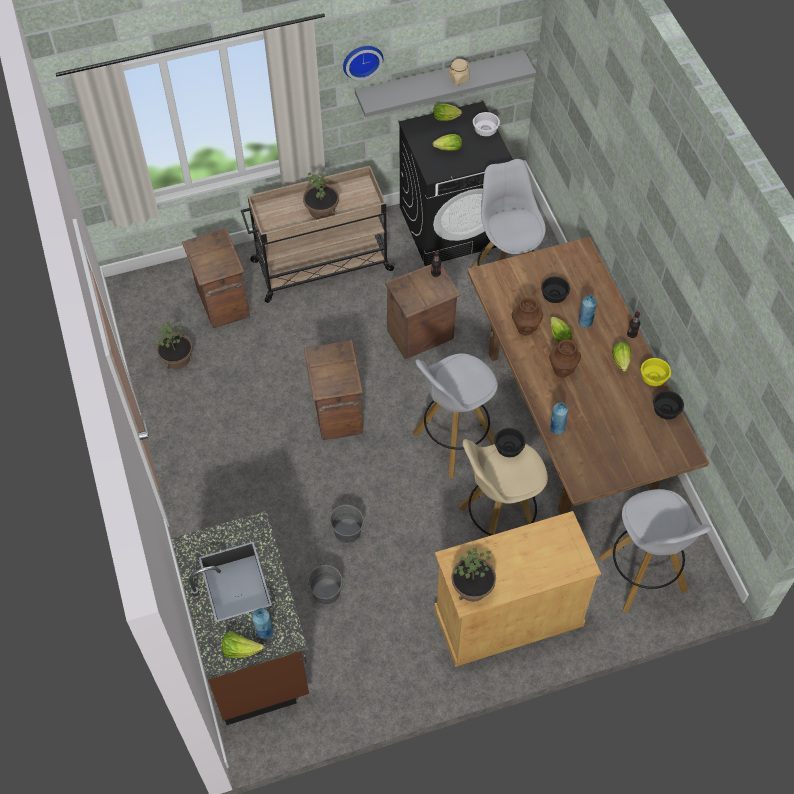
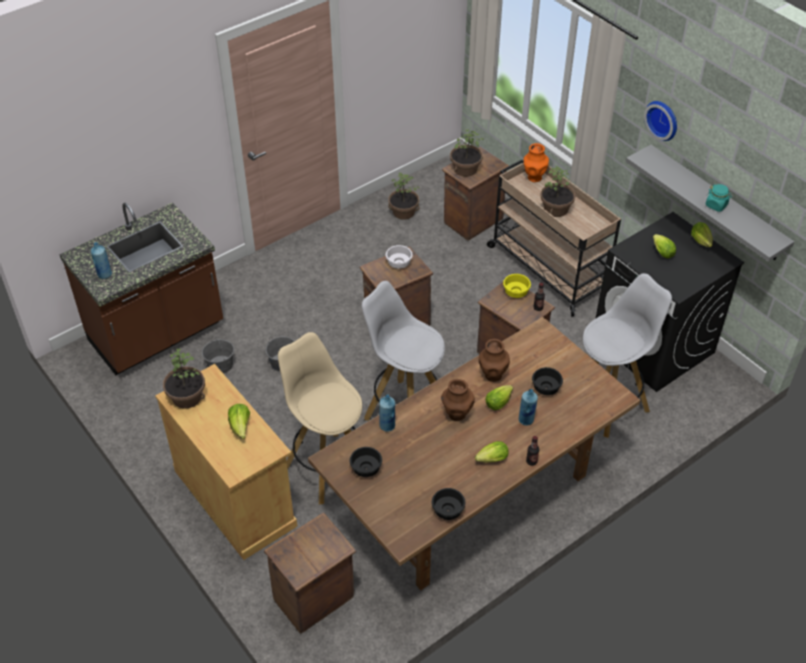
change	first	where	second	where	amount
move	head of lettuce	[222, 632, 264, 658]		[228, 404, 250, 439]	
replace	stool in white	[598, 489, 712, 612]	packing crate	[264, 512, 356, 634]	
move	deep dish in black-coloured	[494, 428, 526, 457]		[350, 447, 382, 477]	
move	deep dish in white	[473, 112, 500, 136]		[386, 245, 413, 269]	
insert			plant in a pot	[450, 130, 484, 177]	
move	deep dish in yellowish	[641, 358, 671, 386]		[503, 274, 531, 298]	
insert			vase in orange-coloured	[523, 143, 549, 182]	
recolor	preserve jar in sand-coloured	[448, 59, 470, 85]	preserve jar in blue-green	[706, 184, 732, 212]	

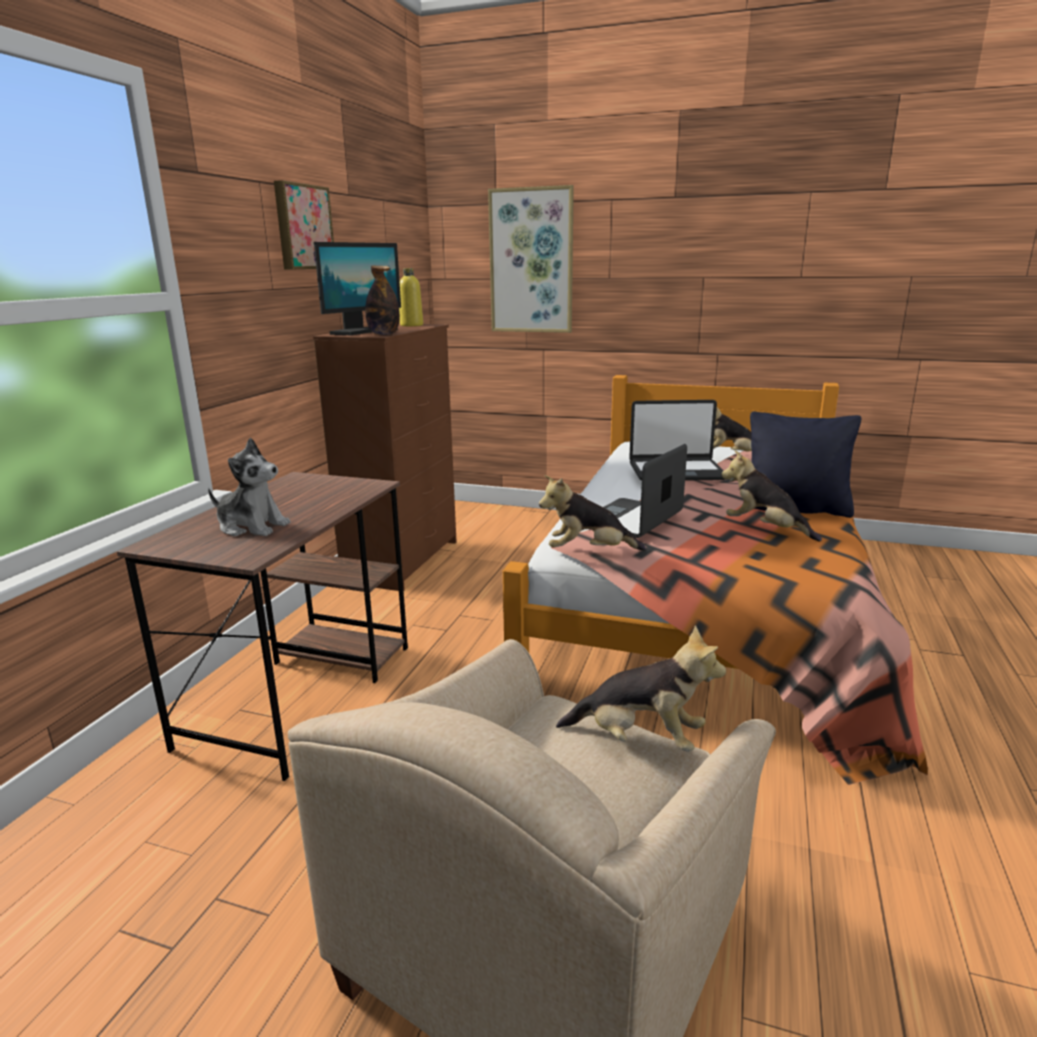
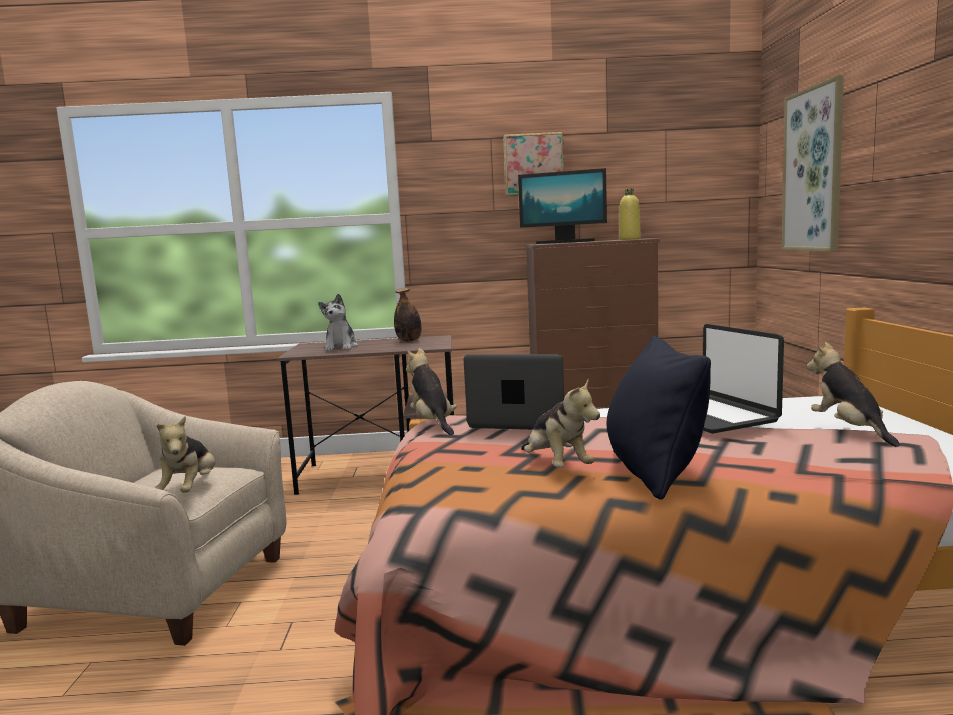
change	first	where	second	where	amount
move	bottle	[365, 266, 400, 335]		[394, 288, 422, 342]	
rotate	soft toy	[721, 450, 822, 542]		[521, 379, 600, 467]	135 degrees clockwise

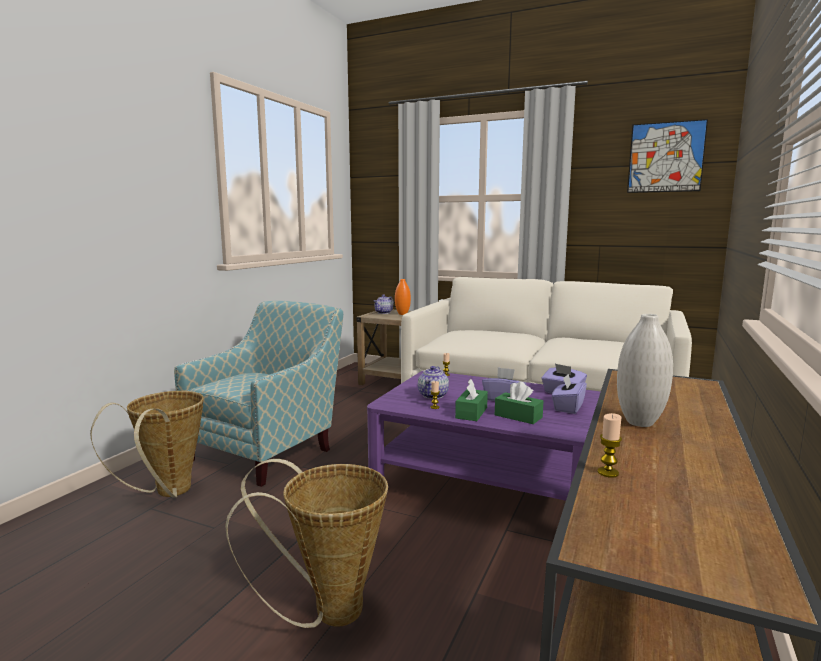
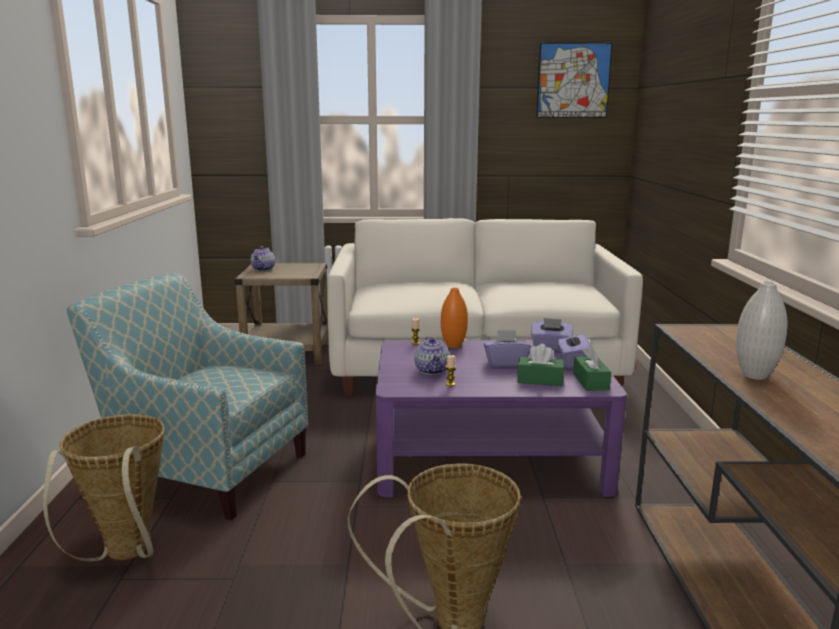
change	first	where	second	where	amount
rotate	lounge chair	[174, 301, 343, 487]		[67, 273, 308, 520]	75 degrees counterclockwise
move	vase in orange-coloured	[395, 279, 411, 315]		[441, 288, 468, 348]	
move	tissue box in greenish	[455, 379, 488, 421]		[573, 346, 611, 391]	
delete	wax light	[597, 413, 622, 478]			

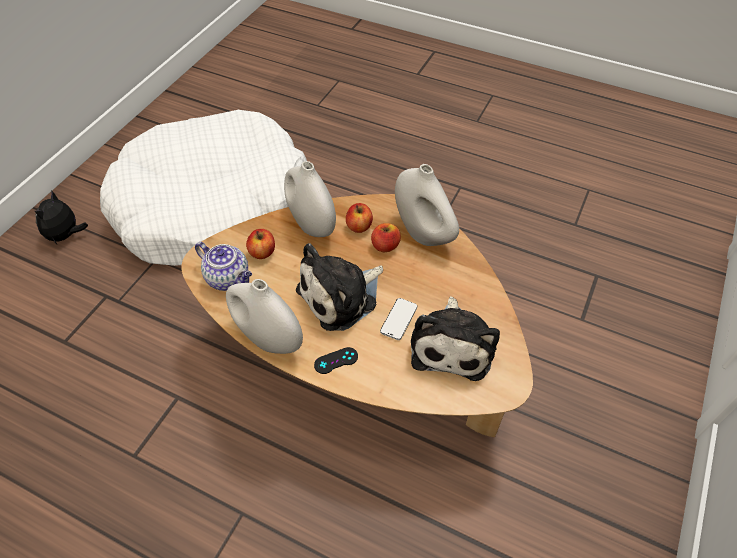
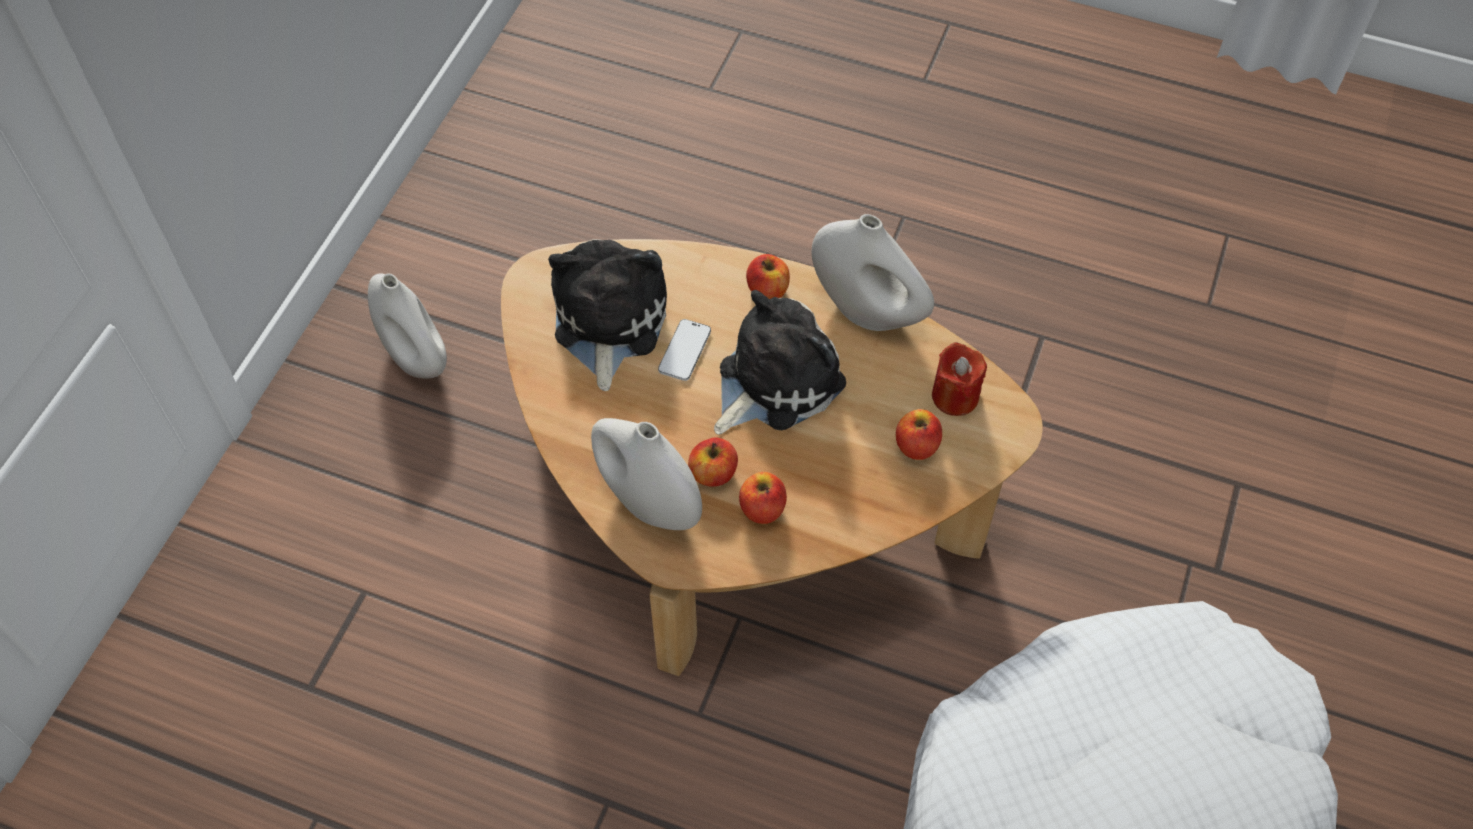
change	first	where	second	where	amount
move	vase in white	[284, 161, 336, 237]		[368, 273, 447, 379]	
replace	game controller in black-coloured	[314, 347, 358, 374]	whole apple	[746, 254, 790, 299]	
replace	tea pot	[195, 242, 252, 291]	wax light in reddish	[932, 342, 987, 416]	
delete	soft toy	[35, 191, 88, 244]			

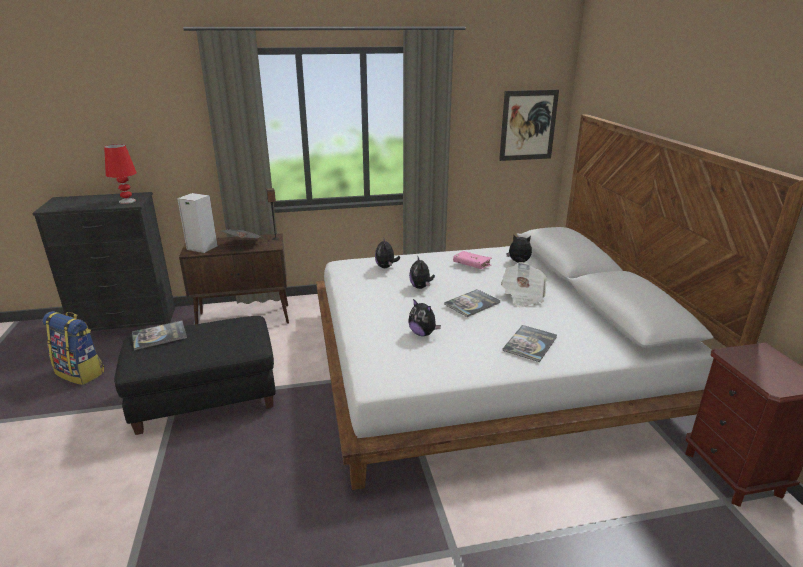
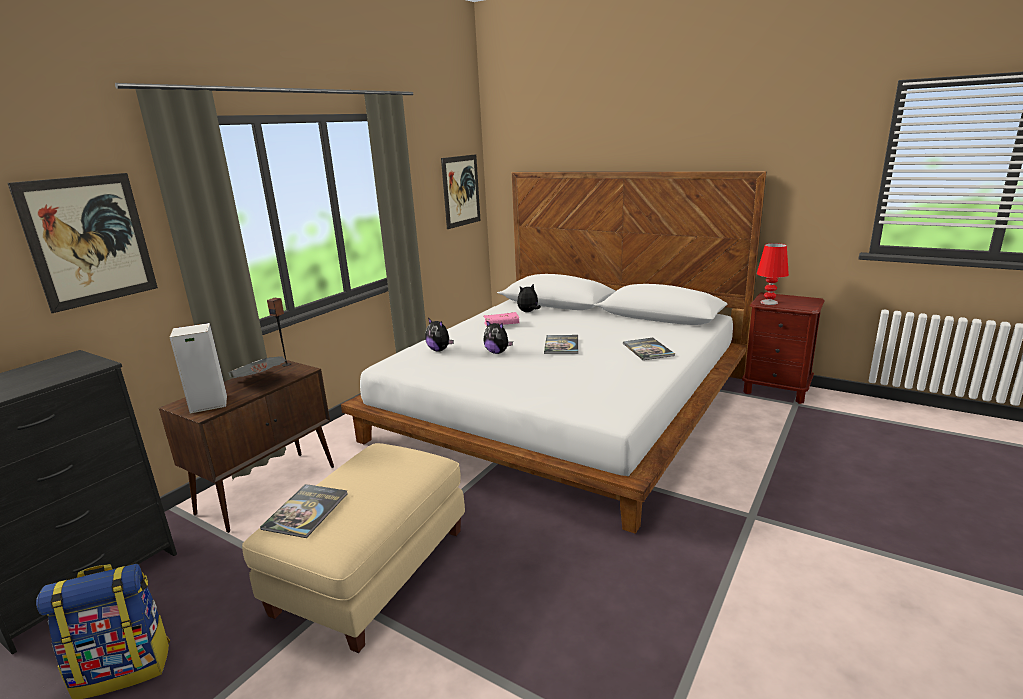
change	first	where	second	where	amount
insert			picture	[8, 173, 158, 313]	
recolor	ottoman in black-coloured	[114, 316, 276, 435]	ottoman in sand-coloured	[242, 443, 465, 653]	
move	lamp for a table in reddish	[104, 144, 137, 204]		[757, 243, 789, 305]	
delete	soft toy	[408, 299, 441, 336]			
delete	newspaper	[501, 262, 547, 307]			

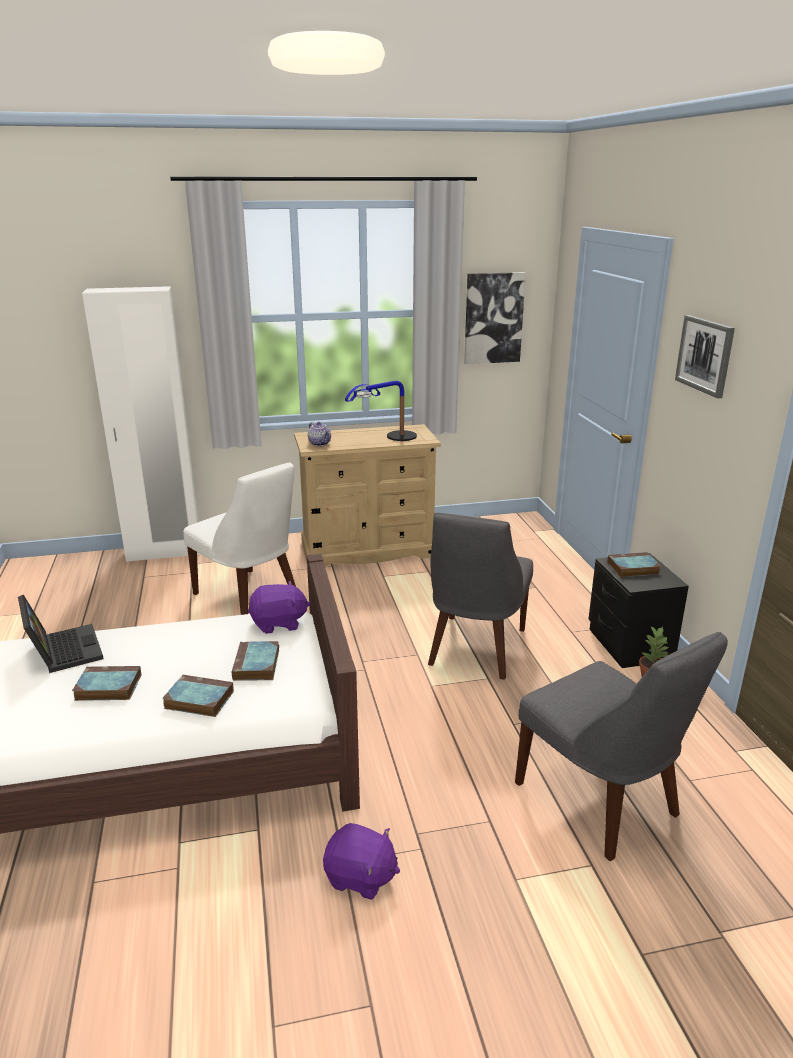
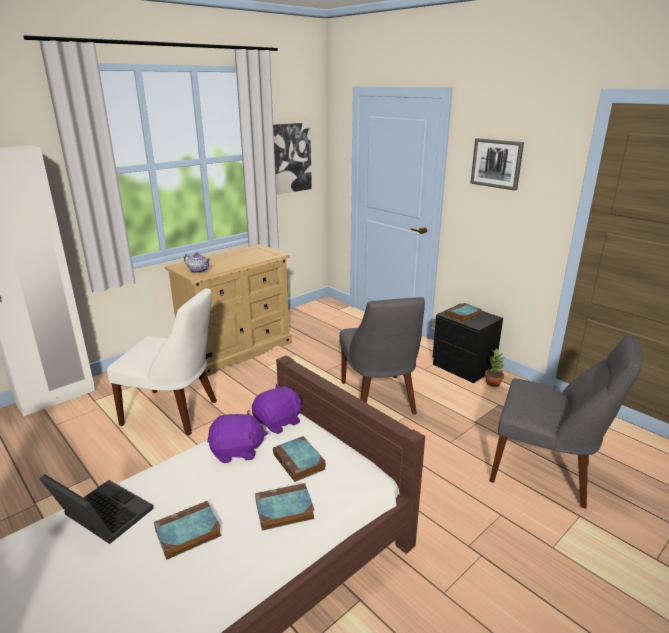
change	first	where	second	where	amount
move	soft toy in purple	[323, 823, 400, 900]		[207, 410, 267, 463]	
delete	lamp for a table	[345, 381, 417, 441]			

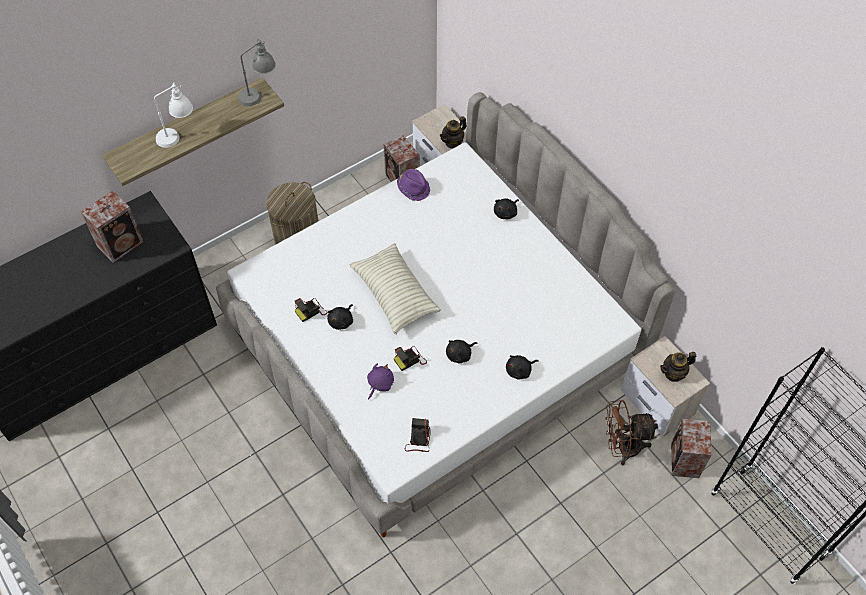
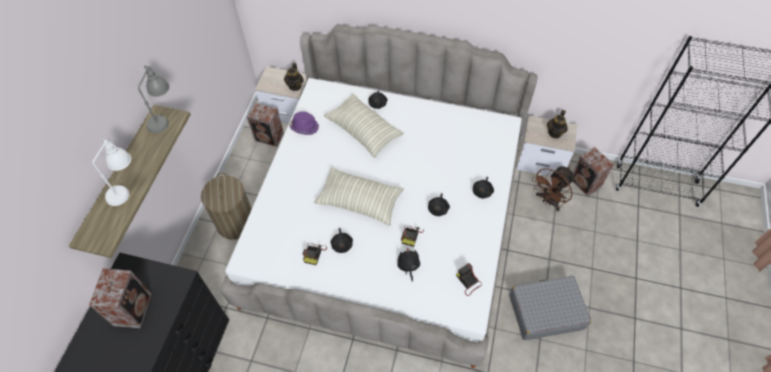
change	first	where	second	where	amount
insert			cushion	[324, 94, 403, 158]	
recolor	soft toy in purple	[367, 363, 394, 400]	soft toy in black-coloured	[397, 248, 420, 282]	
insert			travel case in grey	[509, 276, 591, 340]	

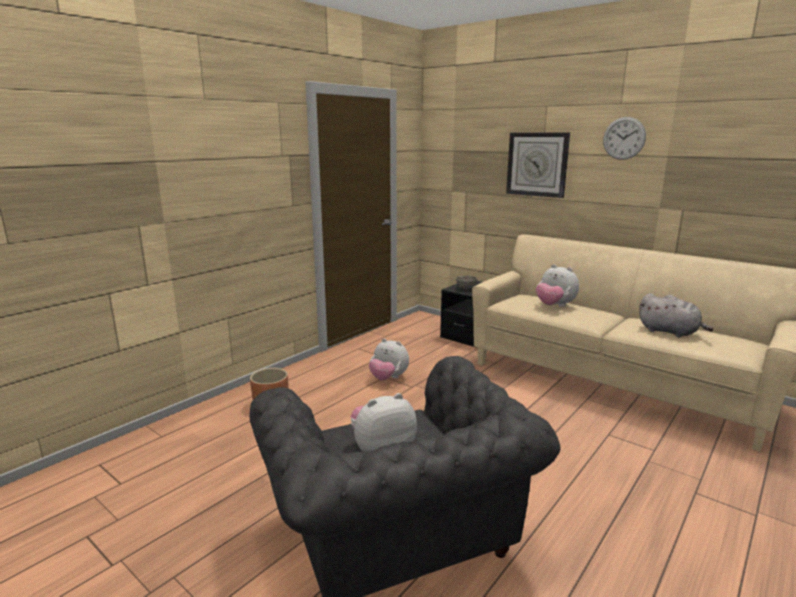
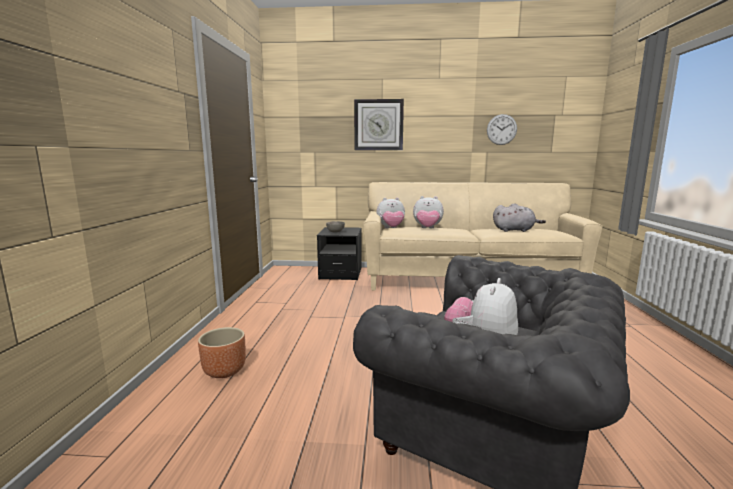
change	first	where	second	where	amount
move	soft toy	[369, 338, 409, 381]		[376, 198, 405, 228]	
move	hanging clock	[603, 117, 646, 160]		[487, 114, 517, 145]	

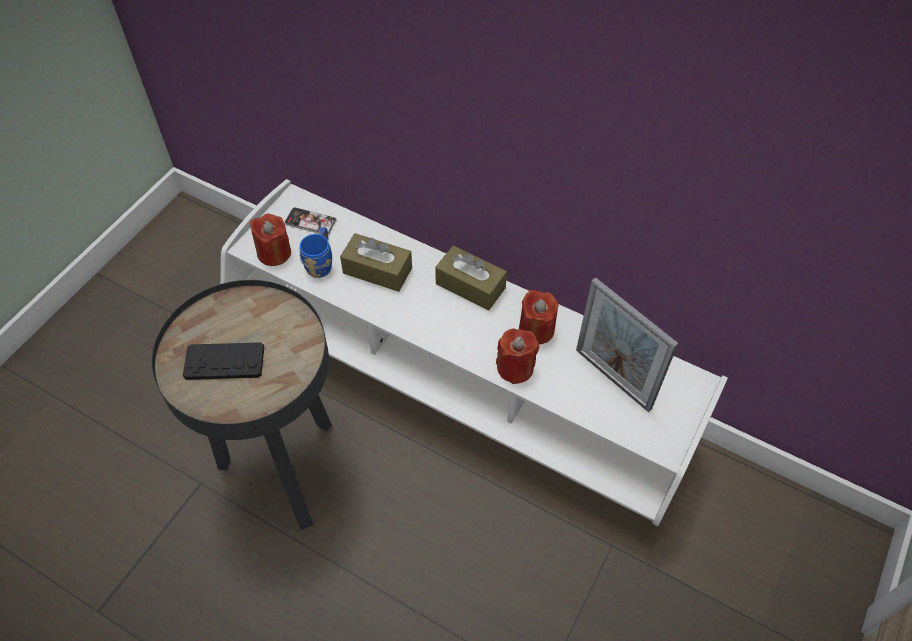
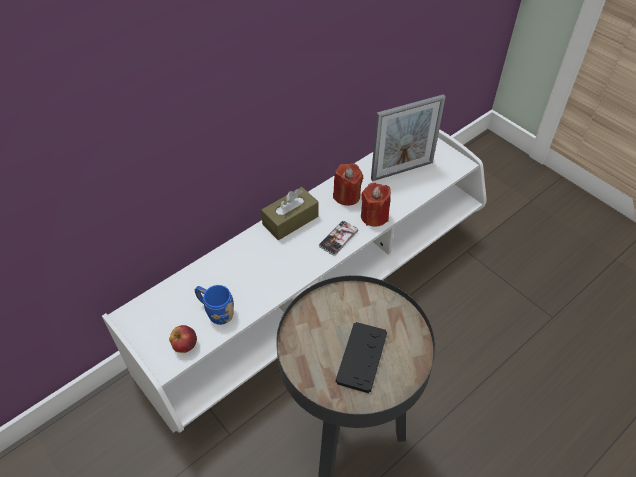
change	first	where	second	where	amount
replace	wax light in reddish	[250, 214, 291, 266]	whole apple	[169, 325, 197, 353]	
move	telephone	[284, 208, 337, 235]		[319, 221, 358, 255]	
delete	tissue box in brownish	[340, 233, 412, 292]			

